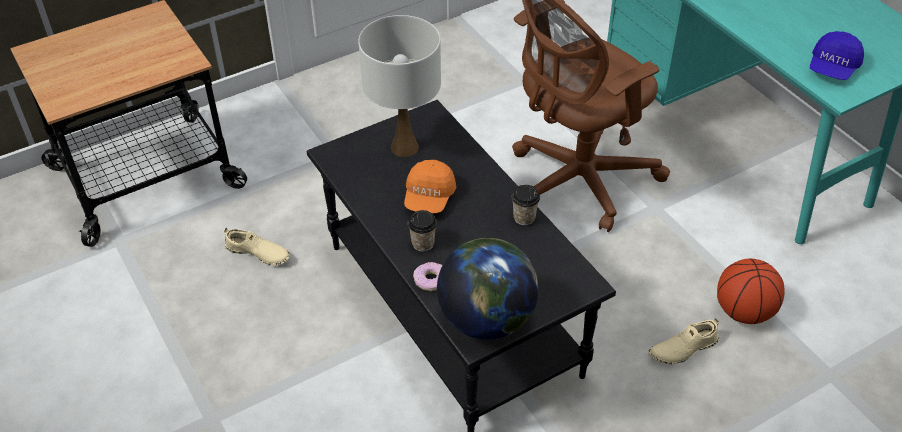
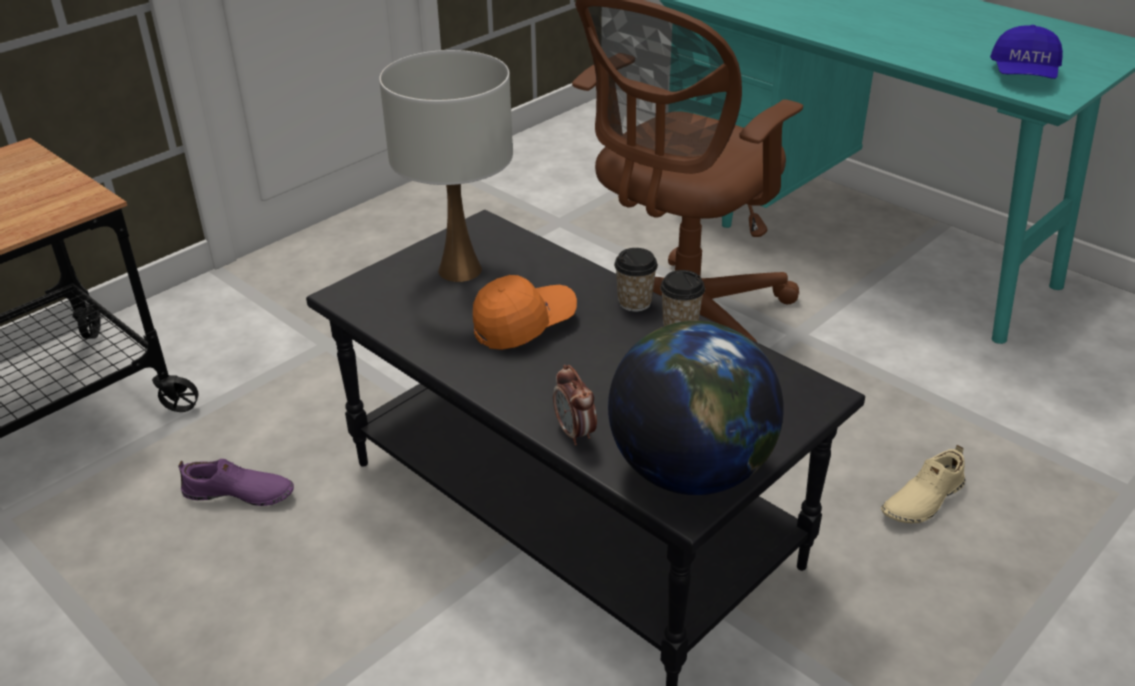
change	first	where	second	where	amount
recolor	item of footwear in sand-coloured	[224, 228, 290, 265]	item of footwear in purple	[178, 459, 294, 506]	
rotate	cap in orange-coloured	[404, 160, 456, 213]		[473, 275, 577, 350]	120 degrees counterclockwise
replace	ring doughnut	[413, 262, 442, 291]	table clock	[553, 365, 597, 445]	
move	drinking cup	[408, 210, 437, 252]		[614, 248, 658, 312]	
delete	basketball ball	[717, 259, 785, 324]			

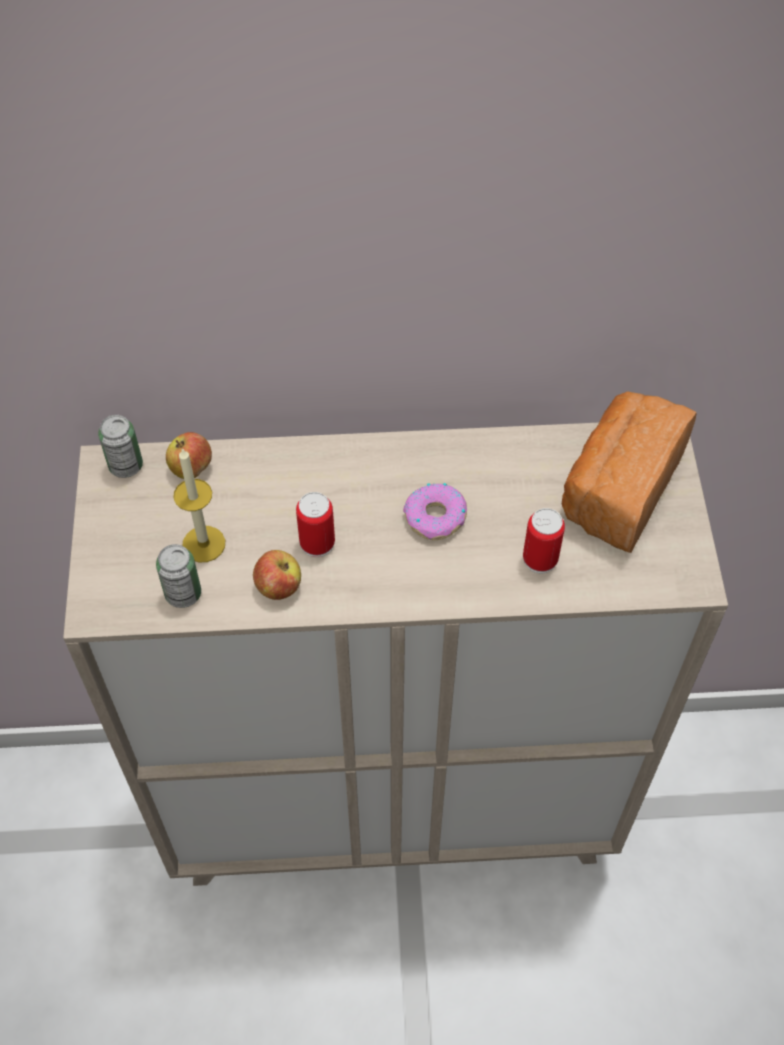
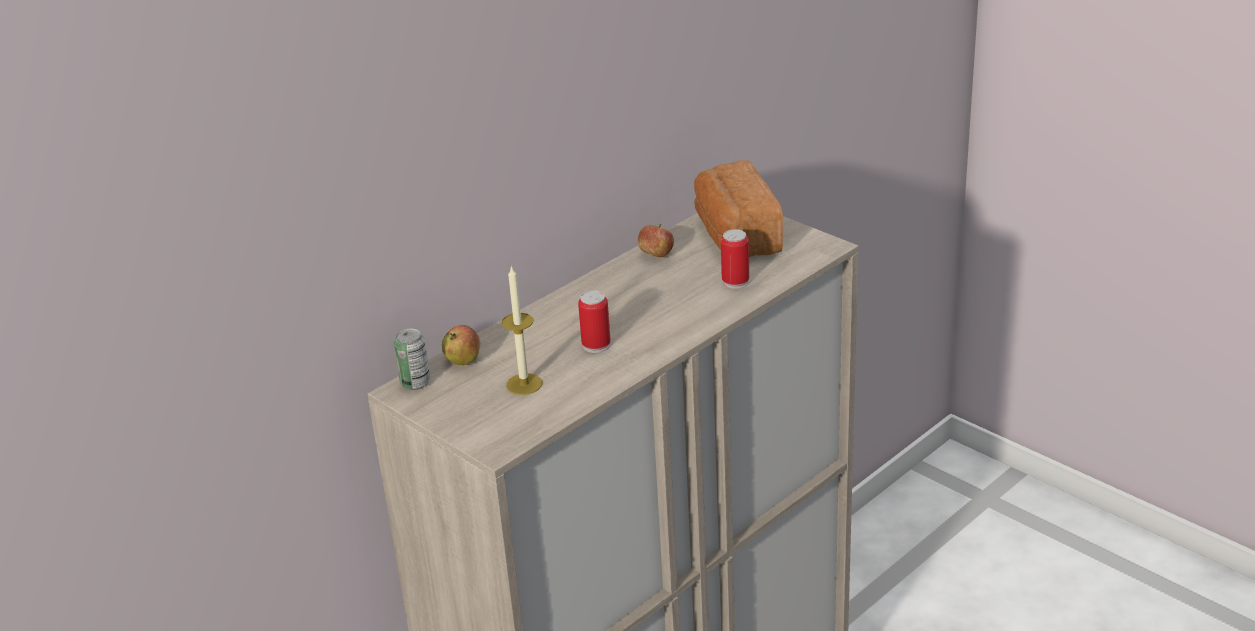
change	first	where	second	where	amount
move	whole apple	[253, 550, 301, 600]		[638, 224, 674, 257]	
delete	sealed can	[156, 544, 201, 608]			
delete	ring doughnut	[403, 483, 467, 540]			

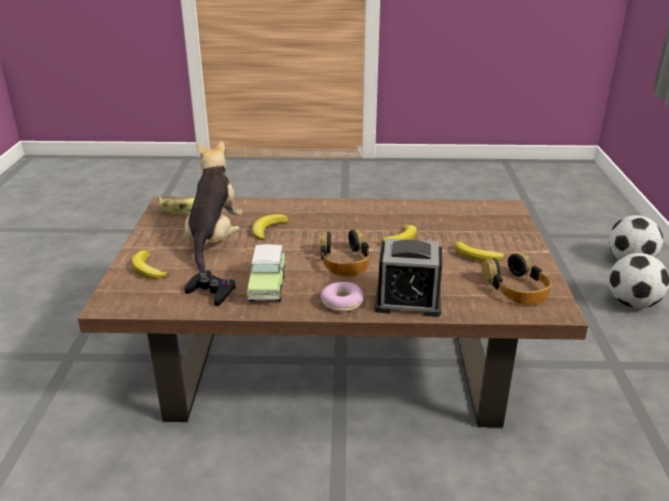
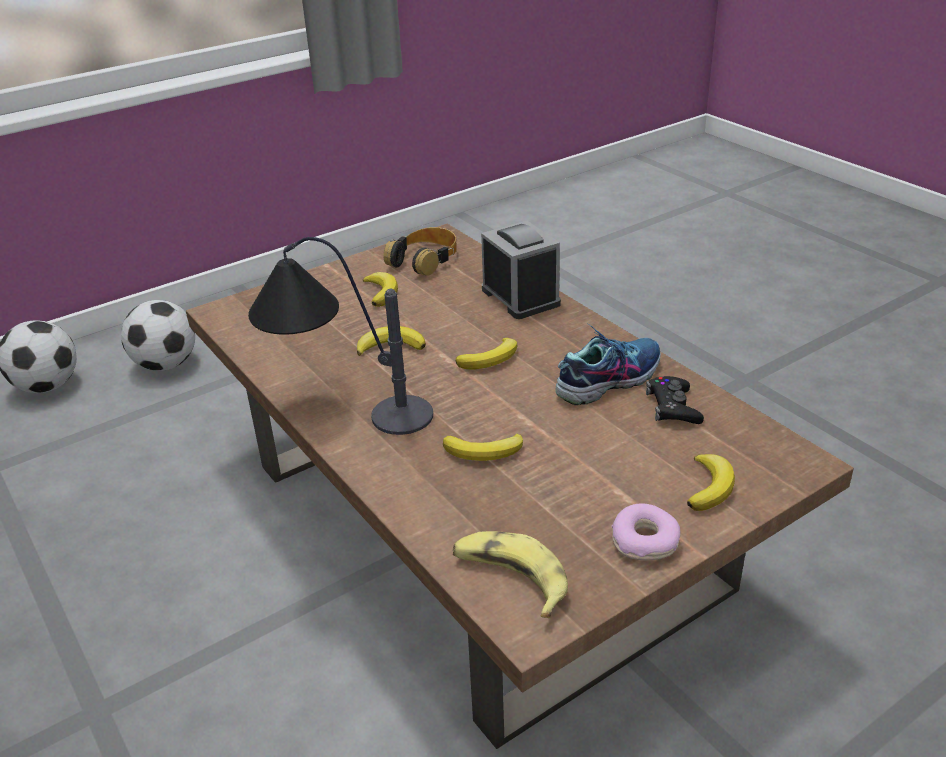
change	first	where	second	where	amount
insert			lamp for a table	[248, 237, 433, 435]	
replace	headset	[320, 230, 371, 277]	banana fruit	[456, 338, 517, 369]	
replace	model car	[247, 244, 286, 302]	item of footwear	[555, 324, 661, 405]	
move	ring doughnut	[321, 282, 364, 312]		[611, 503, 680, 560]	
delete	soft toy	[185, 141, 243, 272]			

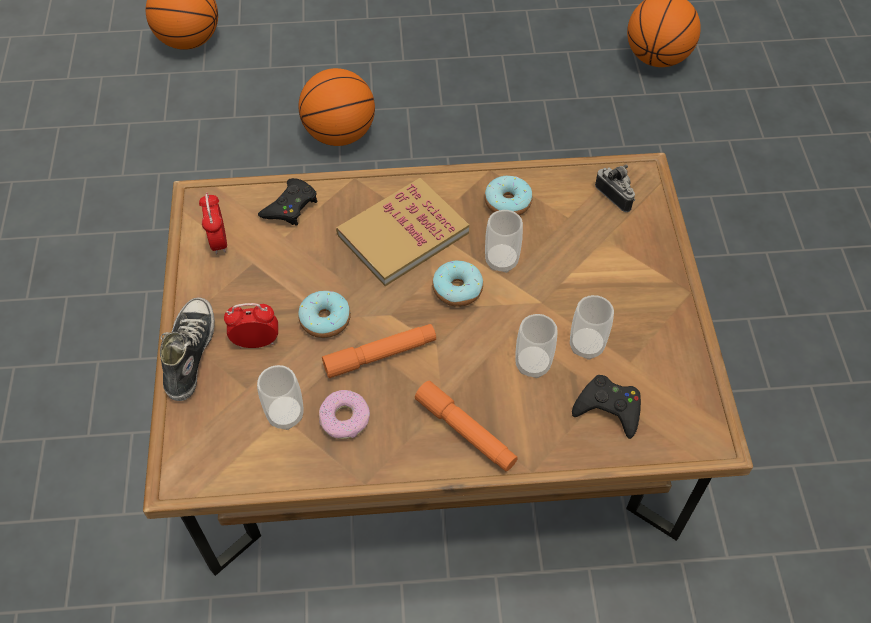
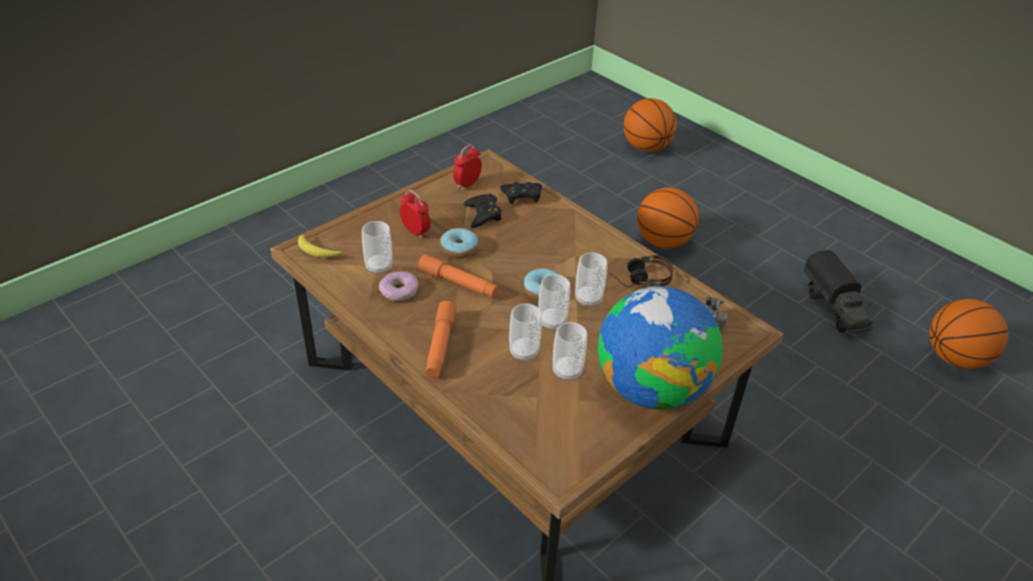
change	first	where	second	where	amount
insert			banana fruit	[298, 232, 342, 258]	
move	game controller in black-coloured	[572, 375, 641, 439]		[463, 193, 502, 228]	
insert			drinking cup	[538, 274, 570, 331]	
insert			globe	[598, 286, 723, 410]	
replace	ring doughnut	[485, 176, 532, 216]	headset	[609, 255, 673, 288]	
insert			model truck	[804, 250, 874, 333]	
delete	item of footwear	[160, 297, 215, 401]			
delete	volume	[336, 178, 469, 286]			

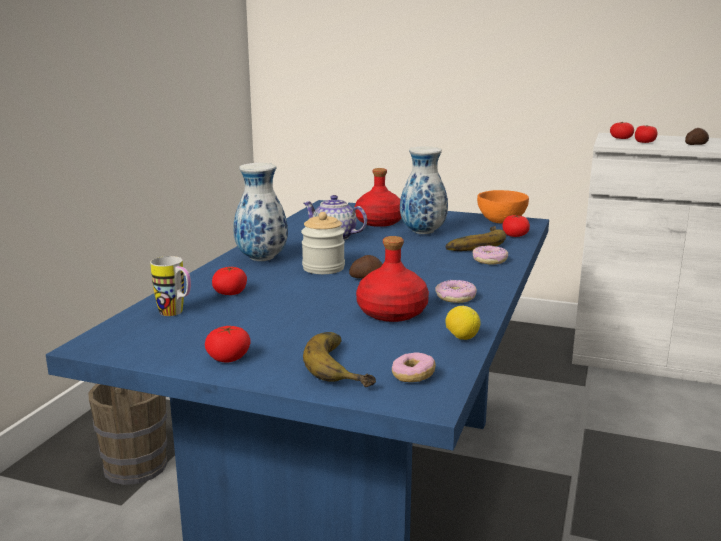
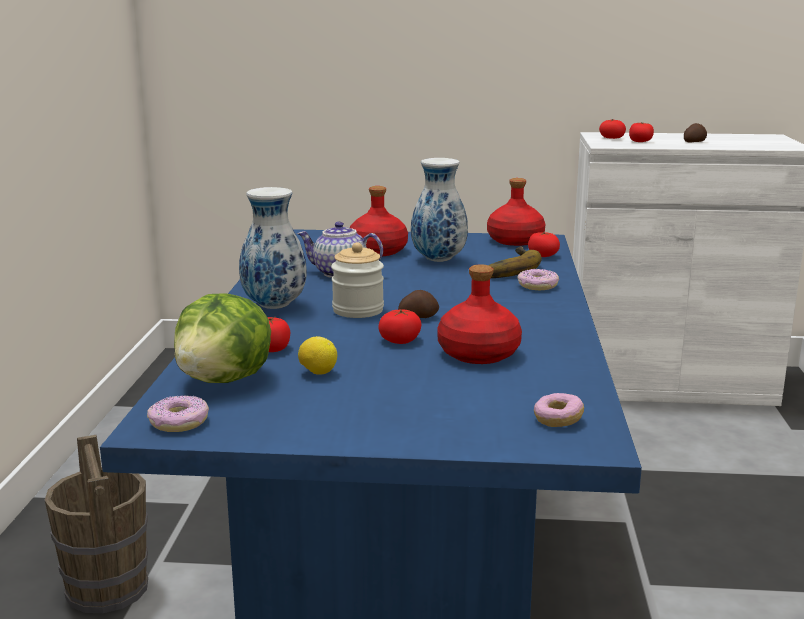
change	first	where	second	where	amount
move	ring doughnut	[435, 280, 477, 303]		[147, 395, 209, 432]	
replace	mug	[150, 256, 191, 316]	head of lettuce	[174, 293, 271, 383]	
move	citrus fruit	[445, 306, 480, 340]		[298, 336, 337, 375]	
move	fresh tomato	[205, 326, 251, 363]		[379, 310, 422, 344]	
replace	deep dish in orange-coloured	[477, 190, 529, 223]	bottle in reddish	[487, 178, 546, 246]	
delete	banana fruit	[303, 332, 376, 387]			

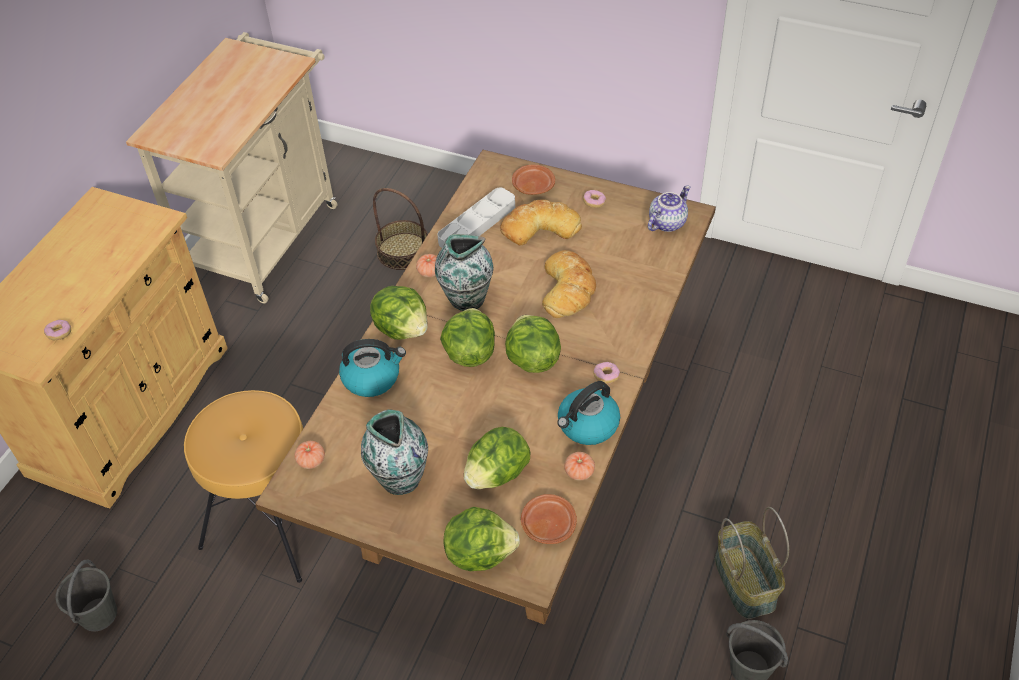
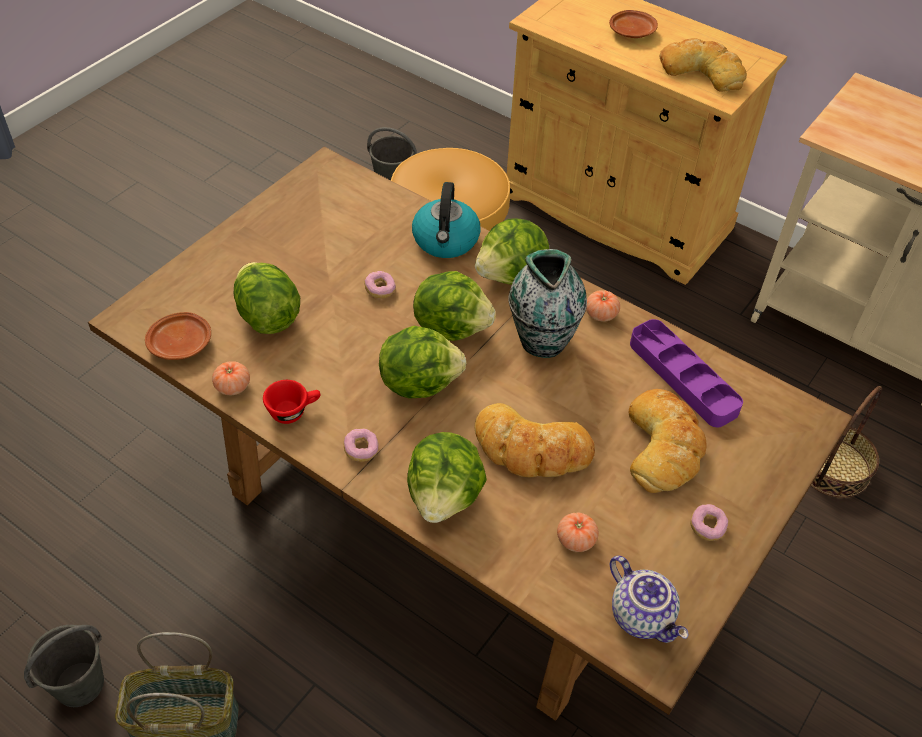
change	first	where	second	where	amount
replace	water kettle	[557, 381, 620, 445]	drinking cup in reddish	[263, 380, 320, 424]	
move	ring doughnut	[44, 320, 71, 340]		[364, 271, 396, 299]	
move	head of lettuce	[443, 507, 520, 571]		[407, 432, 487, 523]	
move	fresh tomato	[294, 441, 325, 469]		[557, 513, 599, 552]	
move	dinner plate in brownish	[512, 165, 555, 195]		[609, 10, 658, 38]	
recolor	carrying tray in grey	[437, 188, 515, 248]	carrying tray in purple	[630, 319, 743, 427]	
insert			bakery bread	[659, 38, 747, 92]	
delete	vase	[361, 409, 428, 495]			

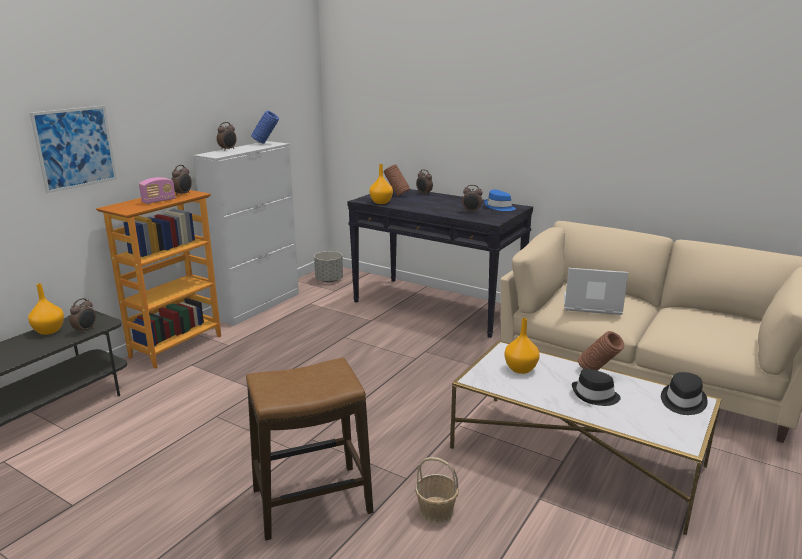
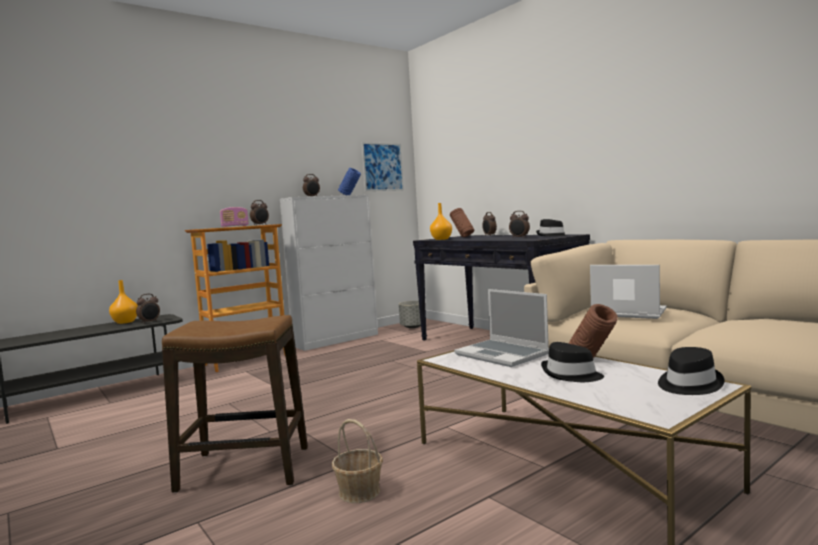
change	first	where	second	where	amount
move	picture	[30, 105, 117, 193]		[362, 142, 404, 191]	
replace	vase in orange-coloured	[505, 318, 540, 374]	laptop	[454, 289, 549, 367]	
recolor	wearable hat in blue	[484, 189, 516, 211]	wearable hat in black-coloured	[536, 219, 569, 236]	

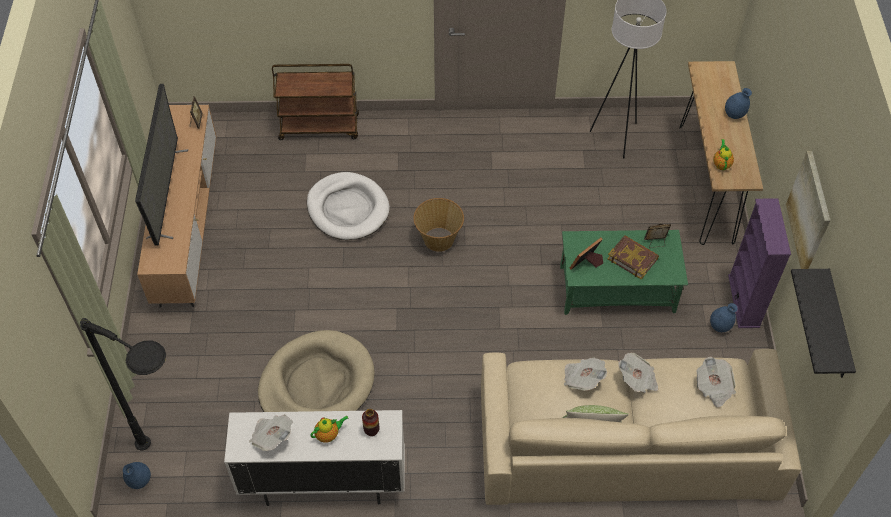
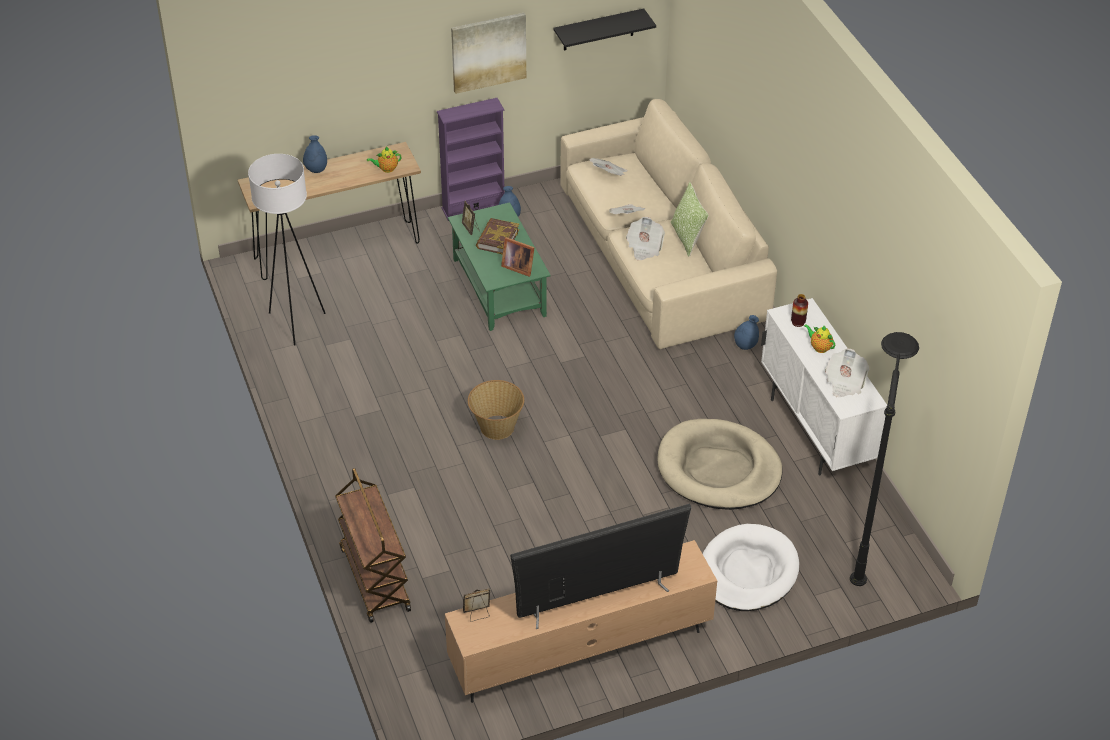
change	first	where	second	where	amount
move	dog bed in white	[307, 172, 390, 240]		[703, 524, 799, 611]	
move	vase in blue	[123, 462, 151, 489]		[734, 315, 759, 350]	

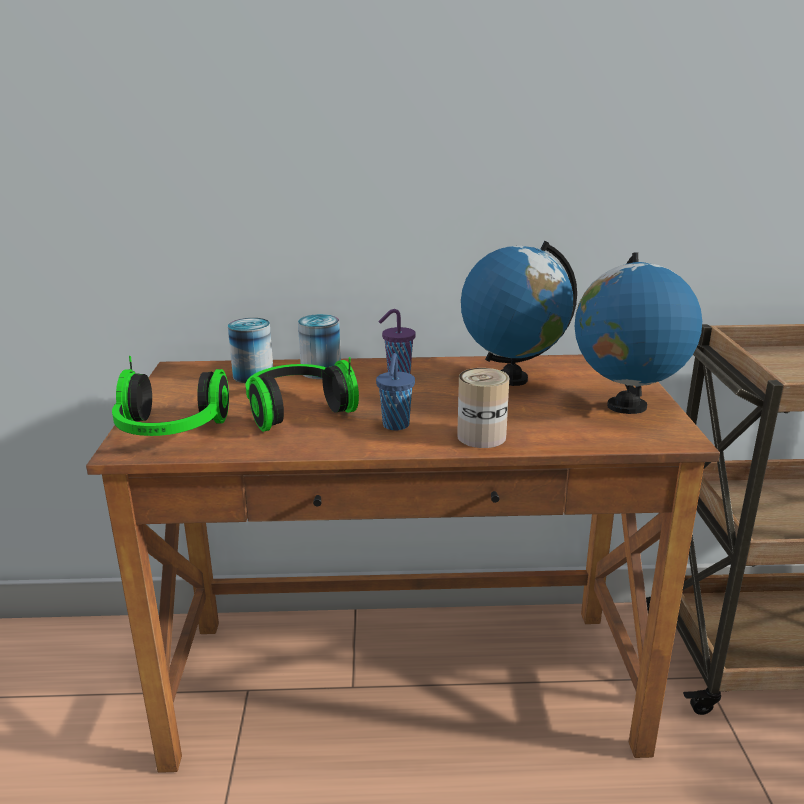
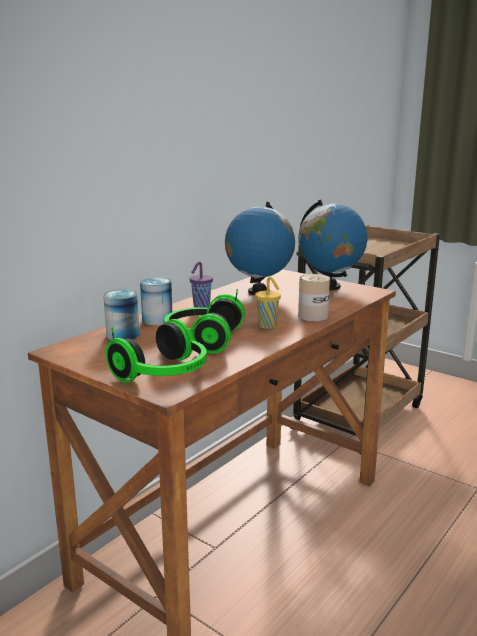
change	first	where	second	where	amount
recolor	drinking cup in blue	[376, 353, 415, 430]	drinking cup in yellowish	[255, 277, 281, 329]	

